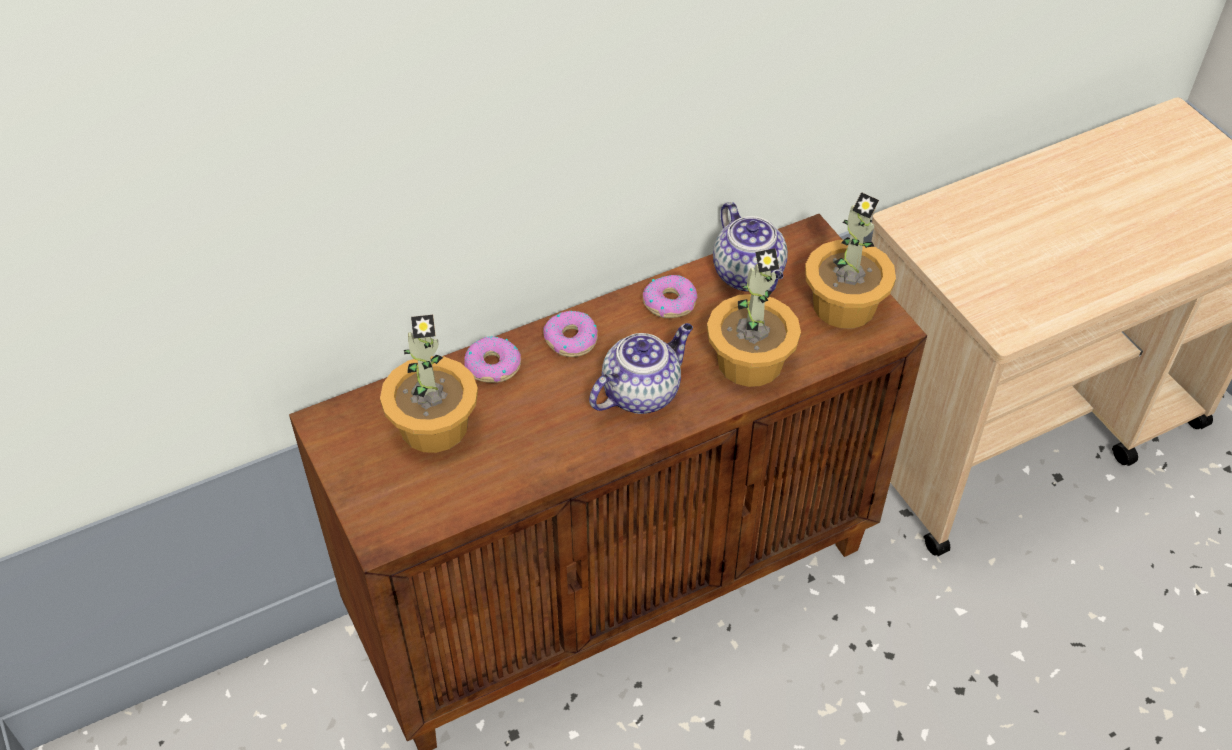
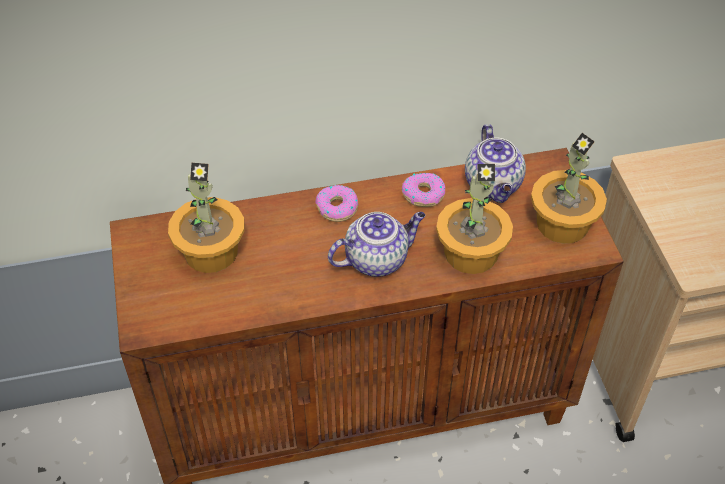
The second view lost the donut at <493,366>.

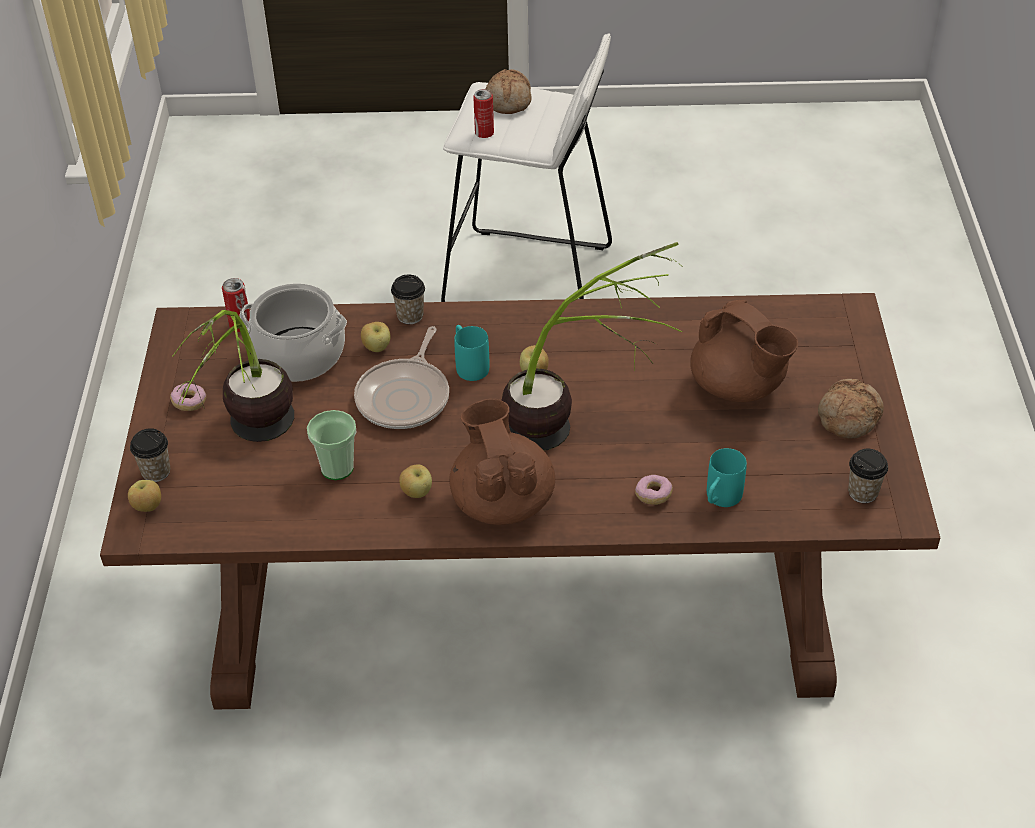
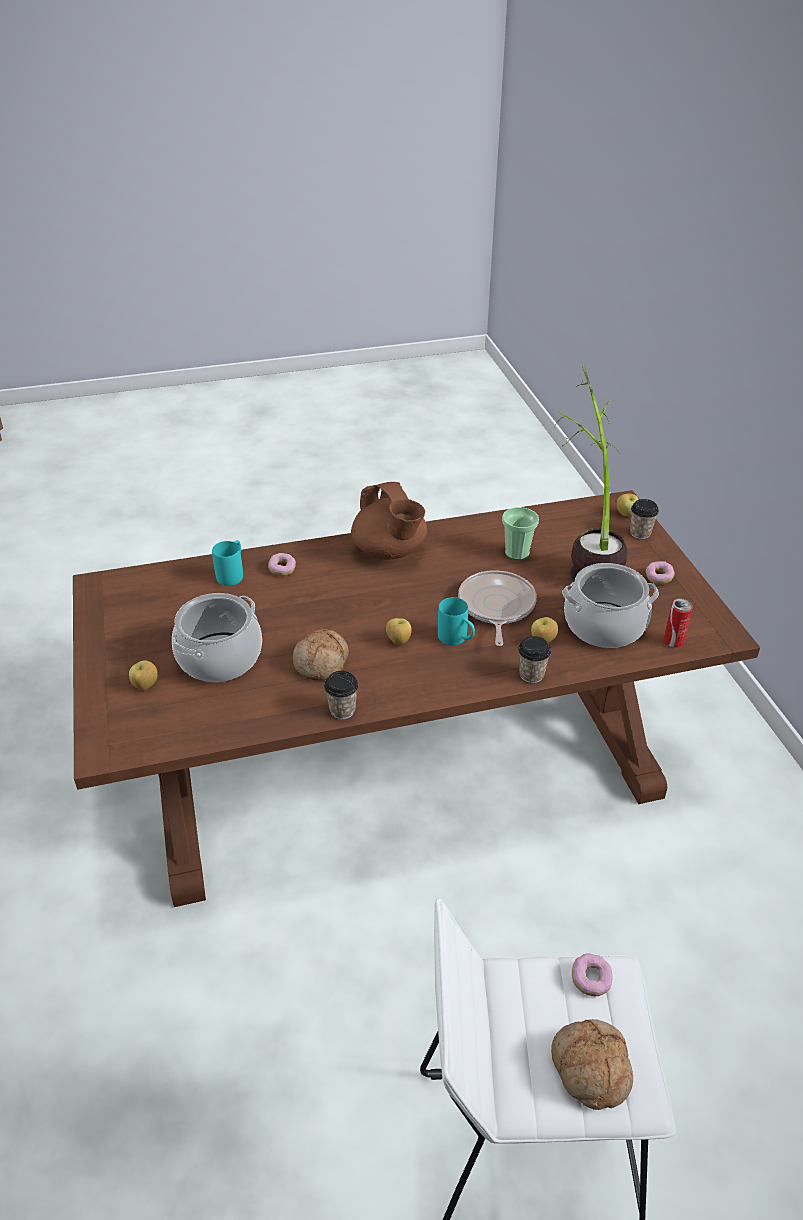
The second view lost the potted plant at <578,428>. The apple ended up elsewhere, having gone from <417,492> to <145,686>. The bread ended up elsewhere, having gone from <847,416> to <322,663>. The cup ended up elsewhere, having gone from <862,492> to <342,710>. Where the can stood at <484,133>, the donut came to stand at <590,980>. Where the brown teapot stood at <738,387>, the cooking pot came to stand at <219,657>.

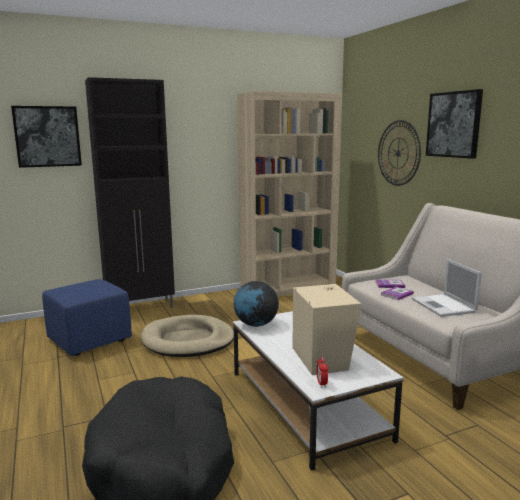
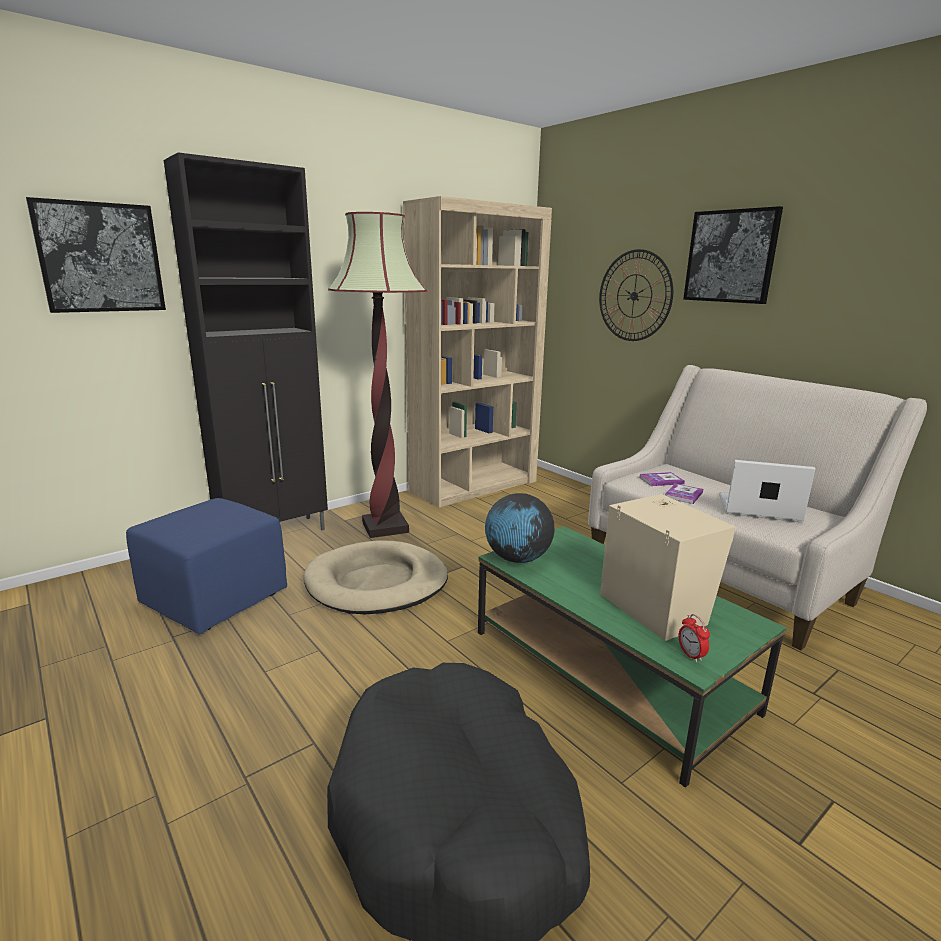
The second view gained the floor lamp at <385,527>. What was the white coffee table at <306,404> turned into the green coffee table at <608,669>. The laptop at <444,306> ended up facing another way, 135 degrees clockwise from before.

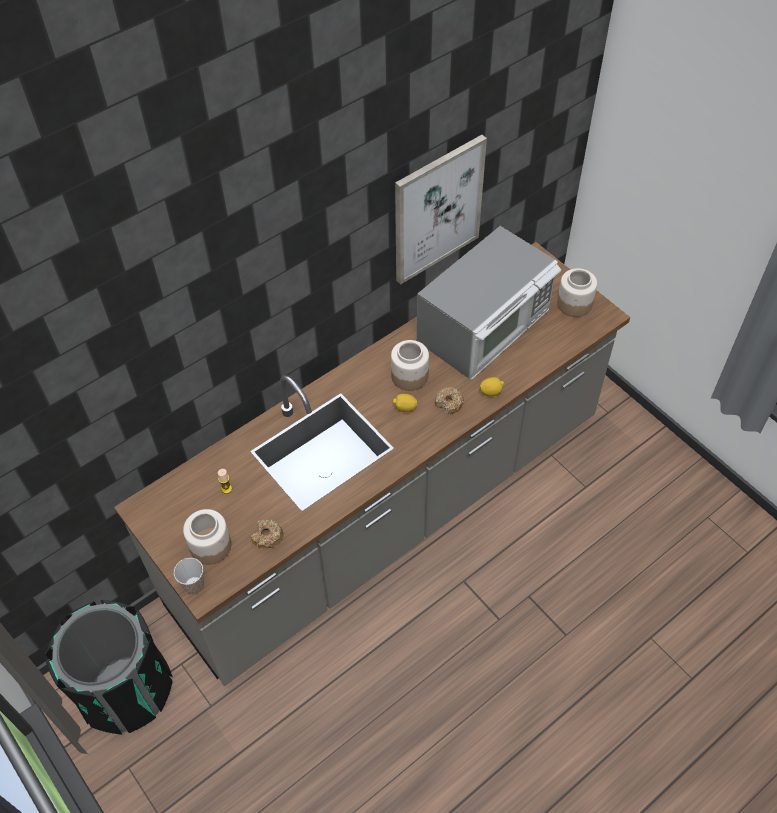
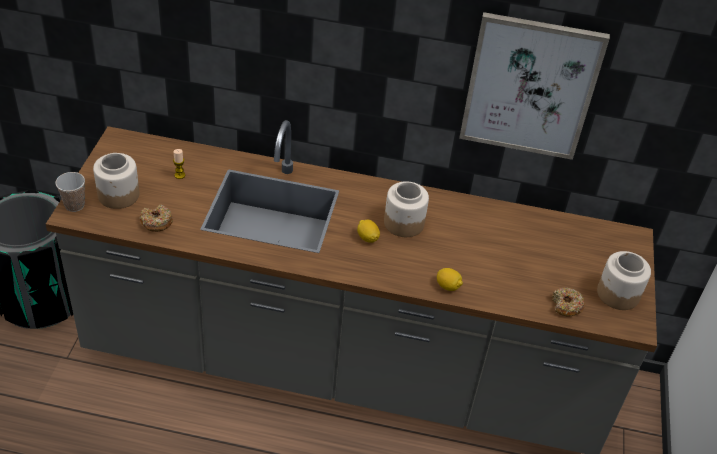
The second view lost the microwave at <485,326>. The donut ended up elsewhere, having gone from <449,403> to <566,306>.

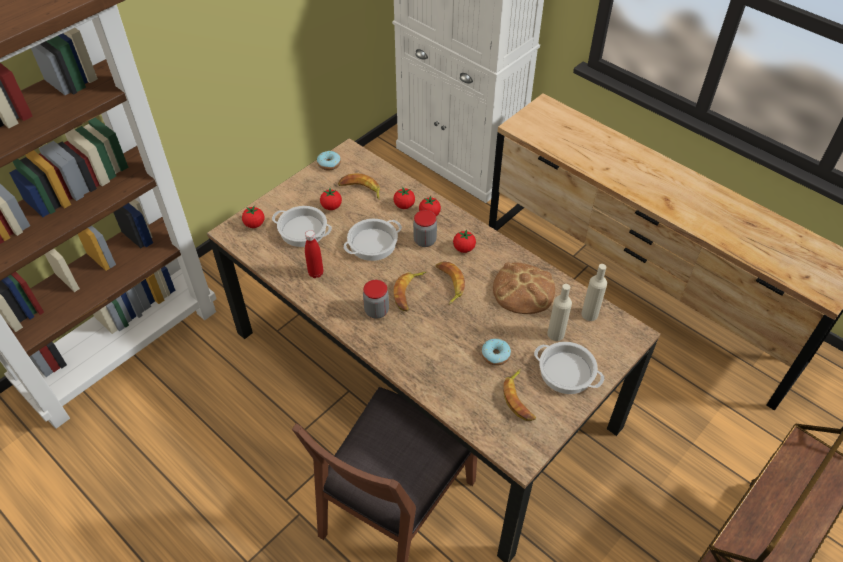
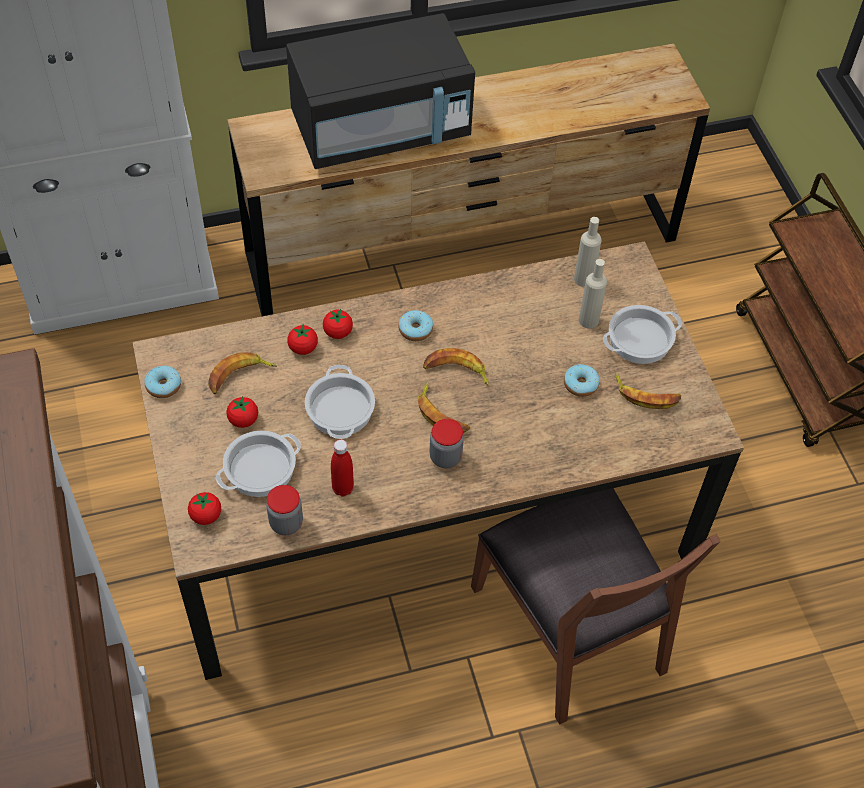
The second view lost the bread at <523,290>. The second view gained the black microwave at <381,129>. The jar ended up elsewhere, having gone from <425,240> to <286,523>. Where the tomato stood at <464,248>, the donut came to stand at <415,330>.

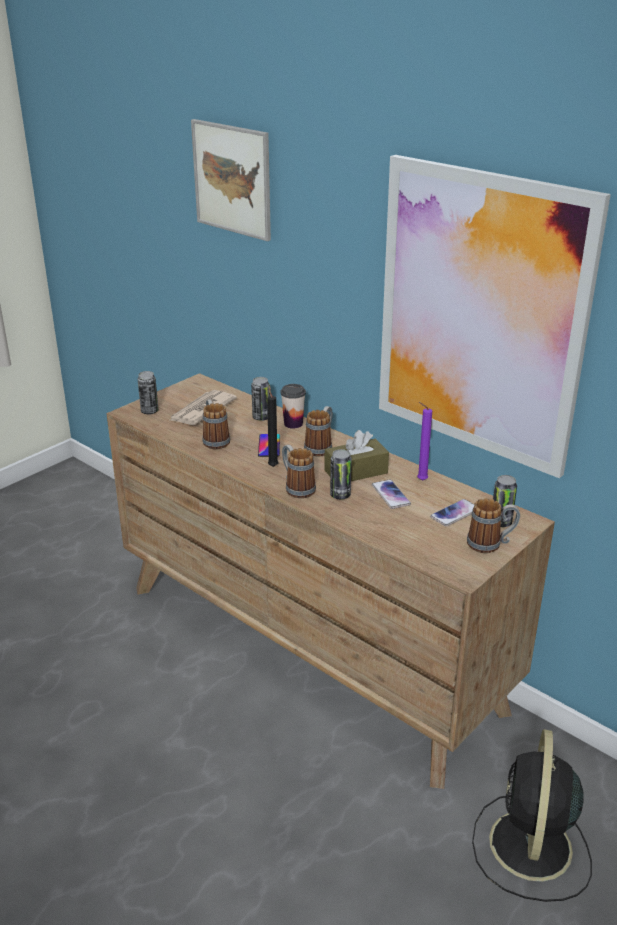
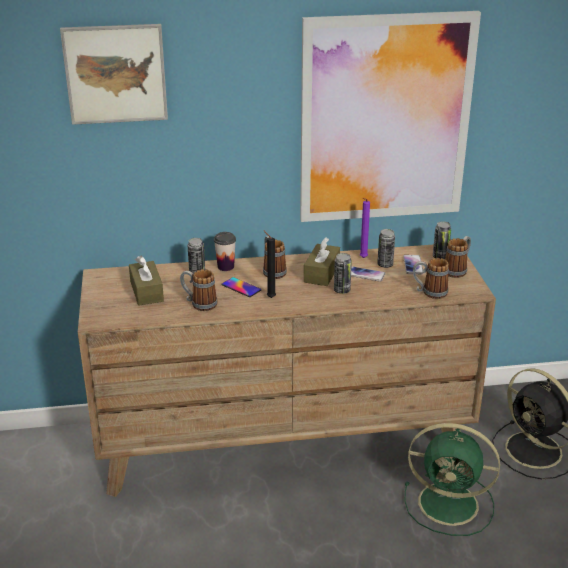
The second view gained the green fan at <451,504>. The can ended up elsewhere, having gone from <149,411> to <385,265>. The mug ended up elsewhere, having gone from <296,487> to <429,292>. Where the newspaper stood at <201,411>, the brown tissue box came to stand at <146,291>.

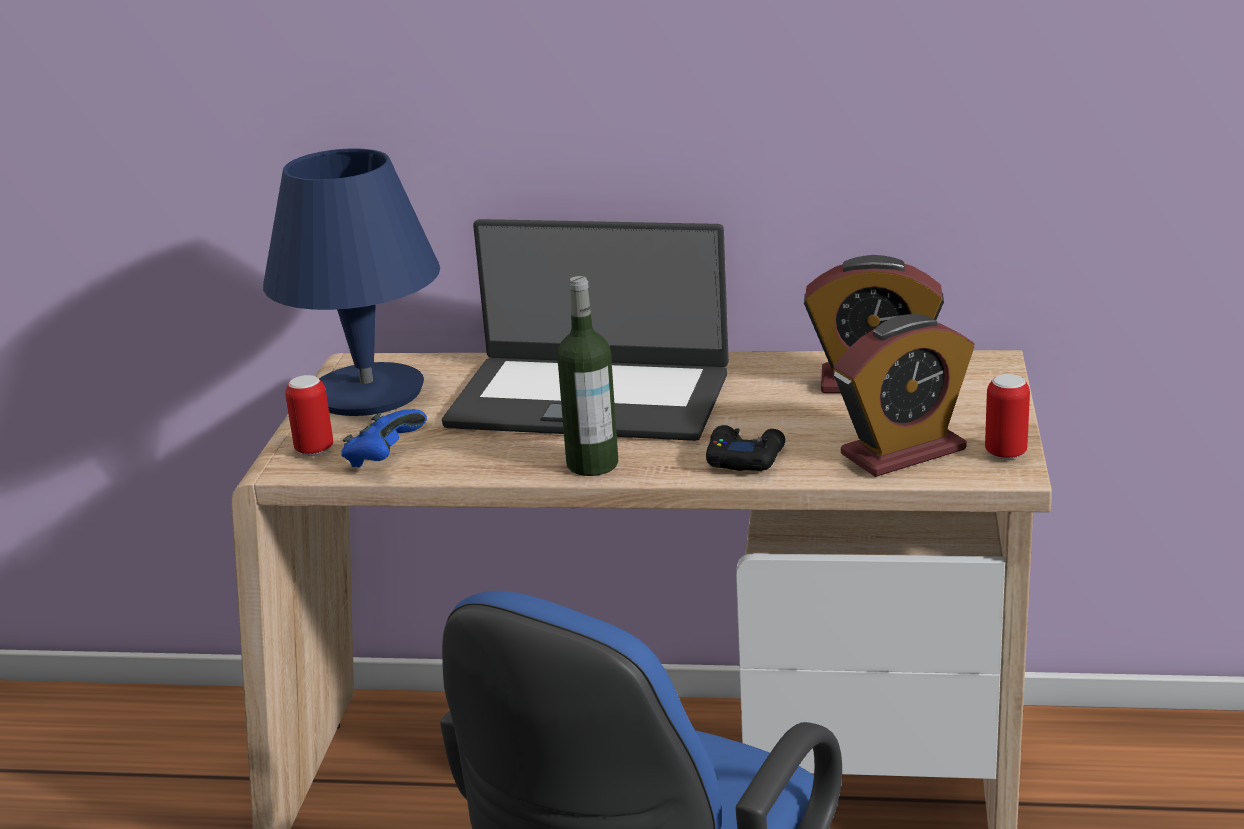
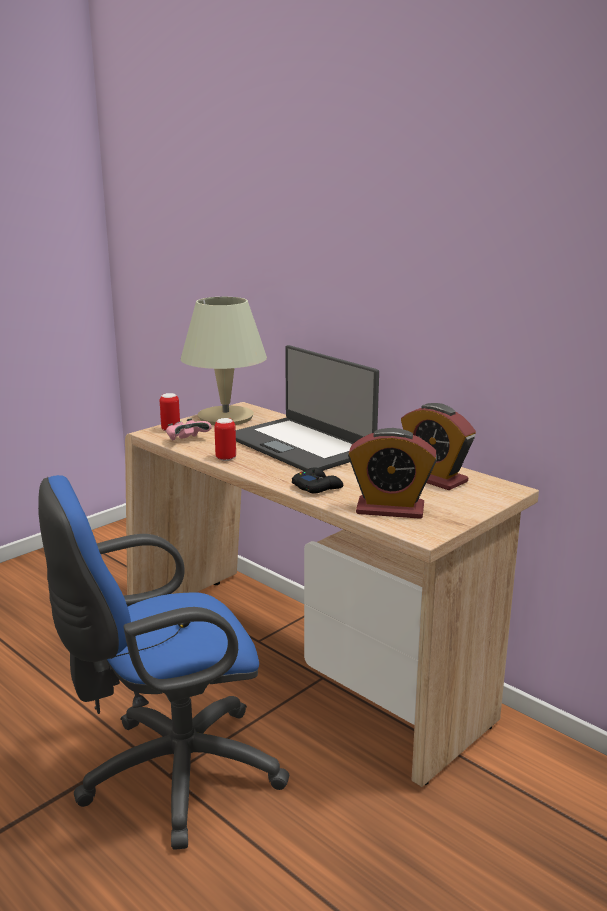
The second view lost the bottle at <592,464>. The can ended up elsewhere, having gone from <1005,453> to <226,458>. What was the blue table lamp at <367,393> turned into the beige table lamp at <225,417>. What was the blue game controller at <384,458> turned into the pink game controller at <187,440>.

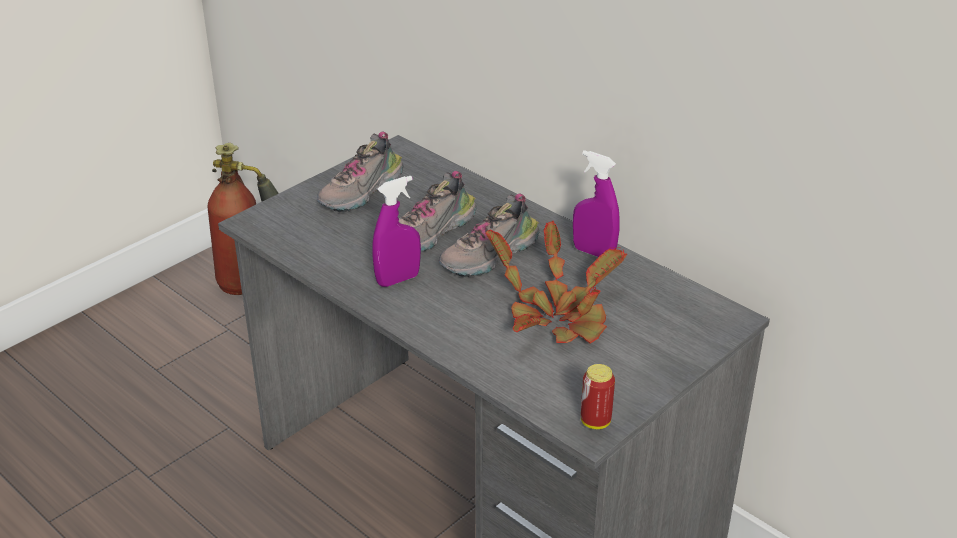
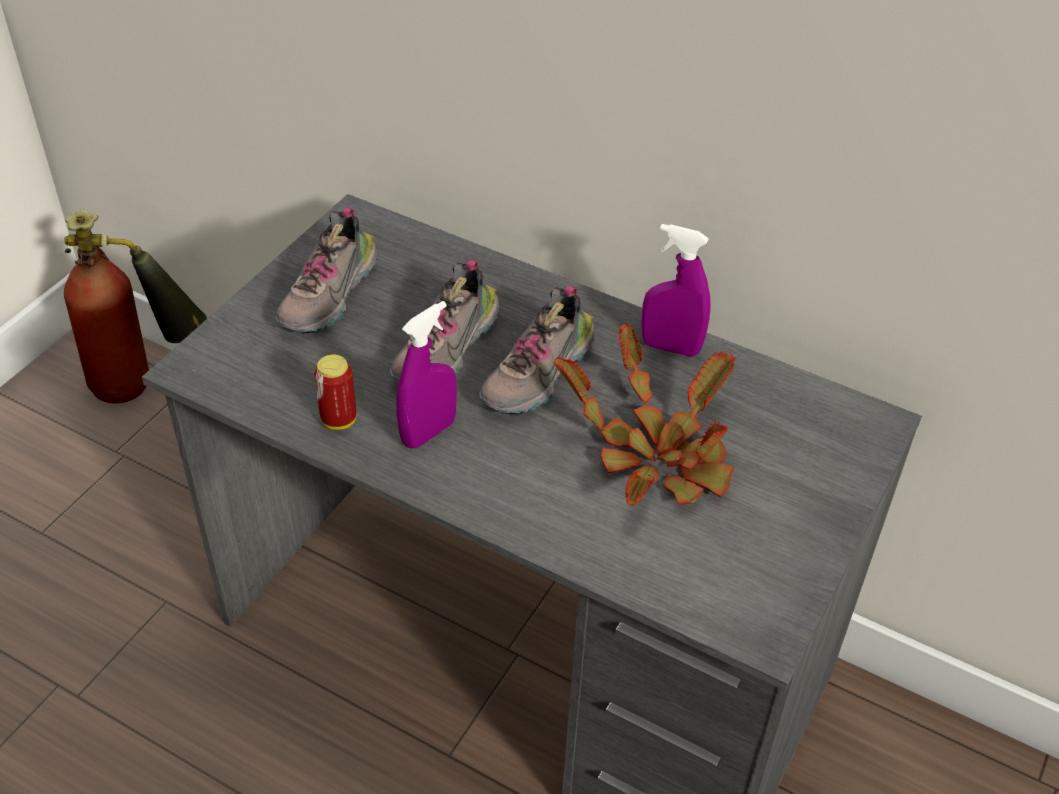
The can ended up elsewhere, having gone from <595,422> to <338,420>.

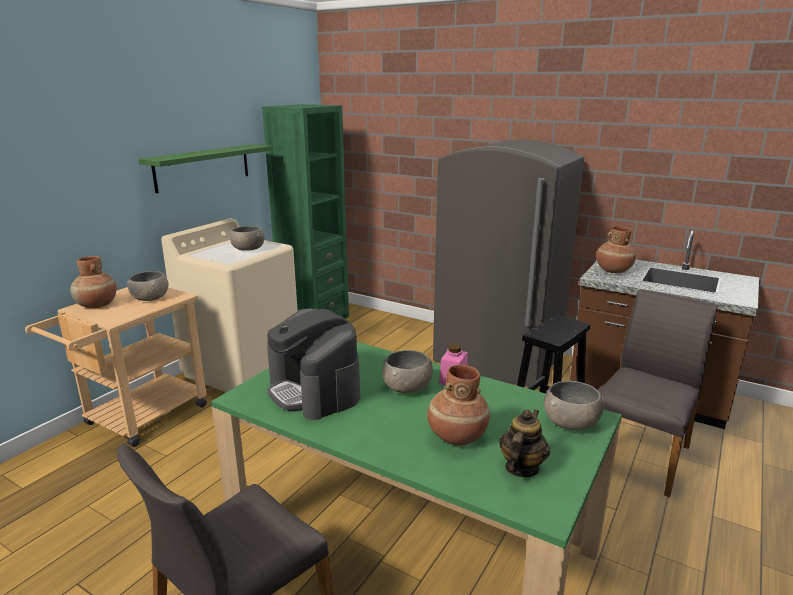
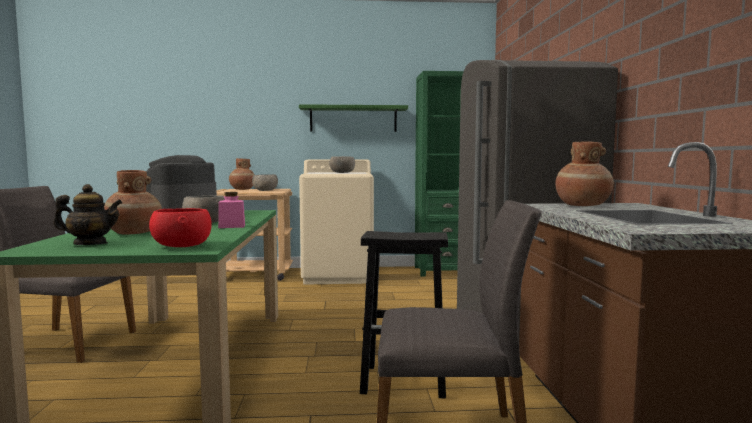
What was the grey bowl at <571,423> turned into the red bowl at <181,246>.

